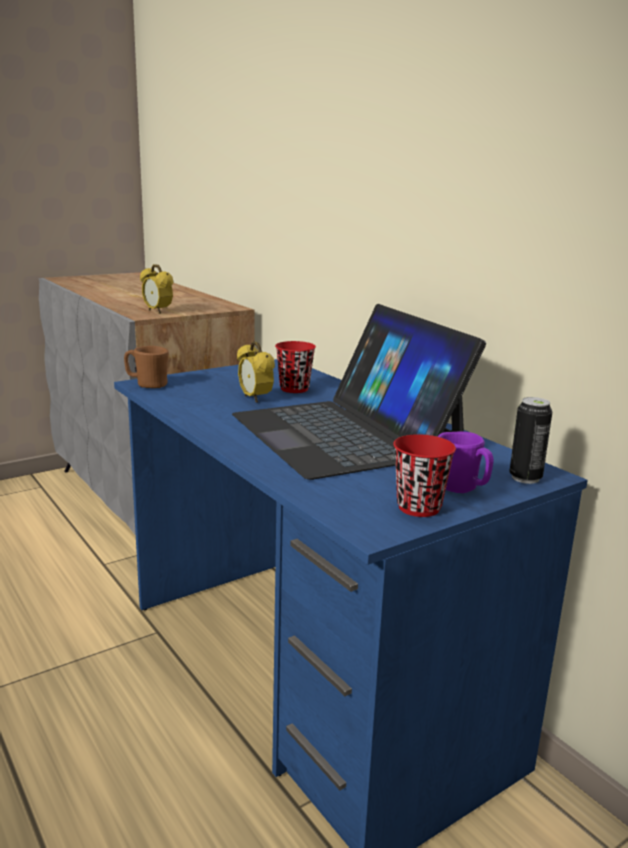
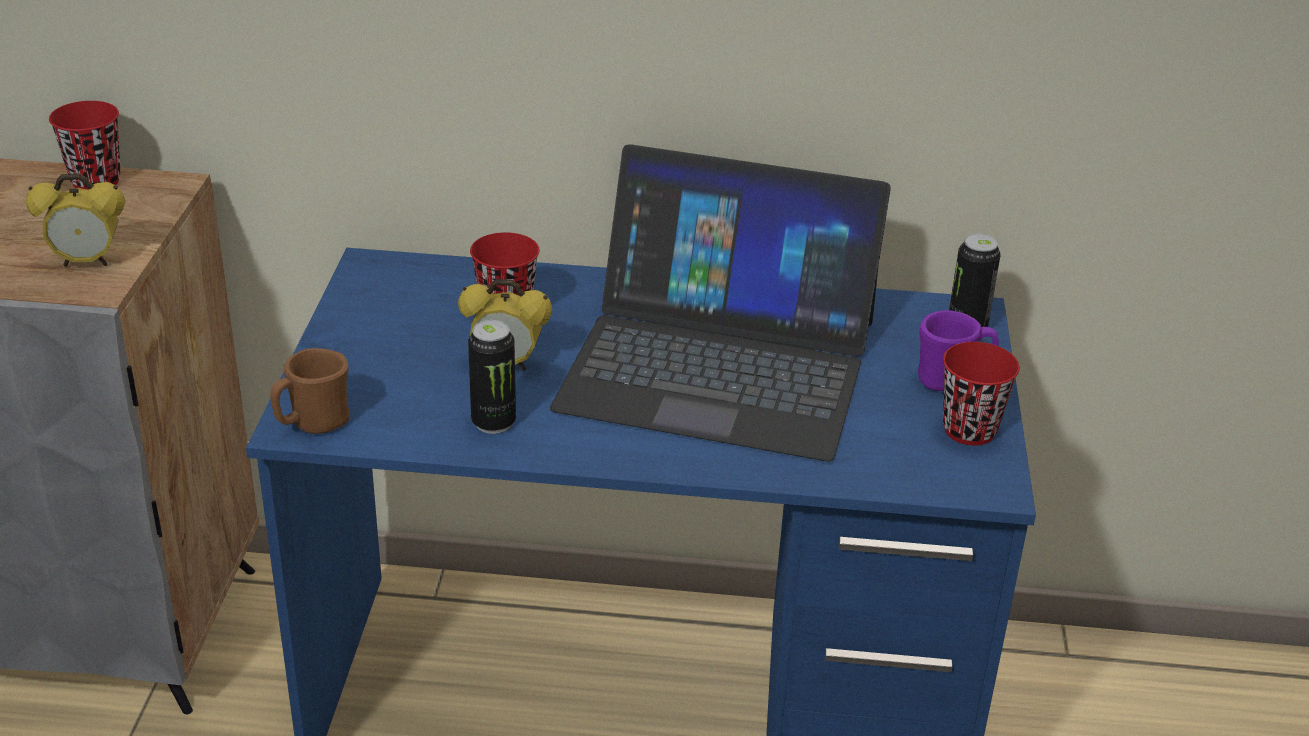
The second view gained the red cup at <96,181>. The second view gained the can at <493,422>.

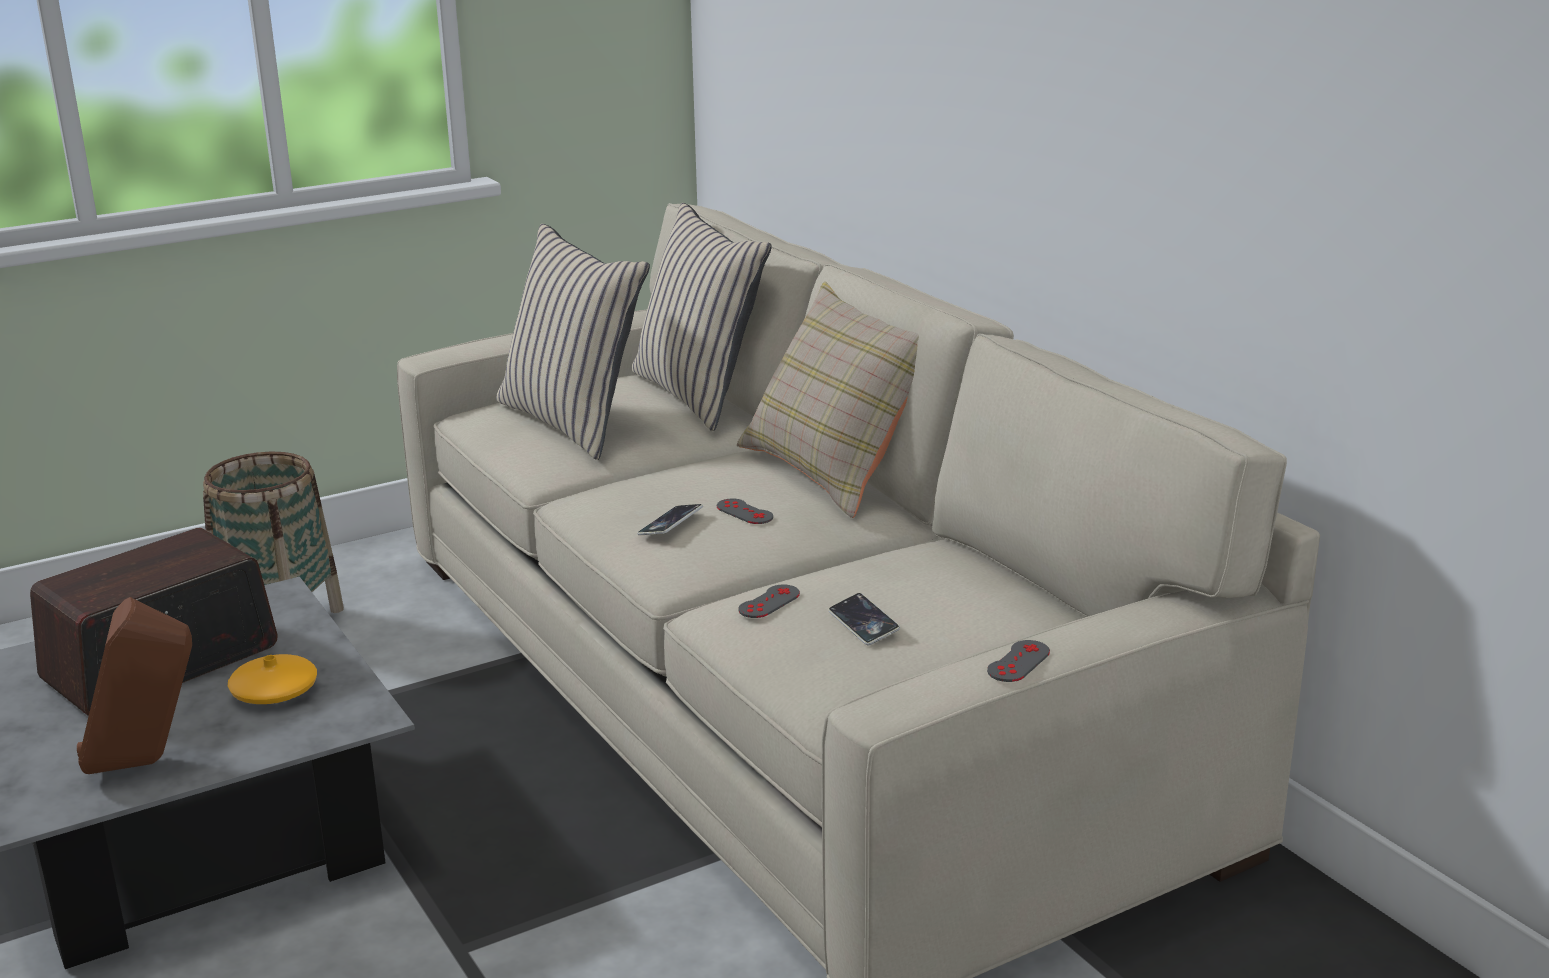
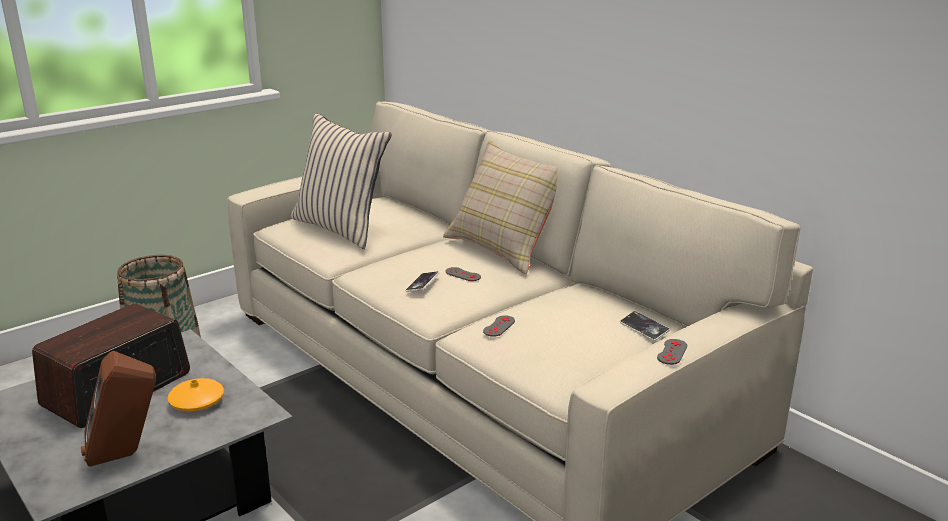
The second view lost the beige pillow at <699,395>. The phone ended up elsewhere, having gone from <863,624> to <644,329>.

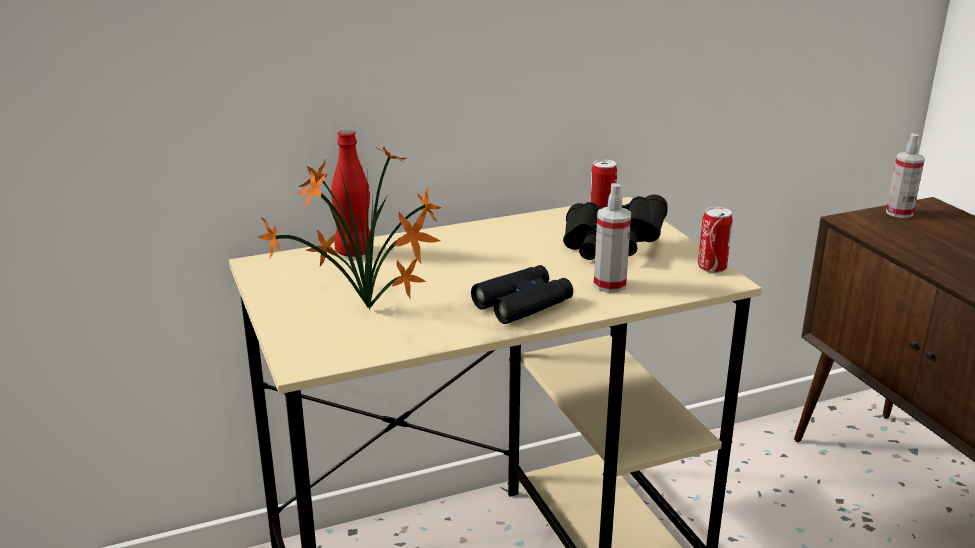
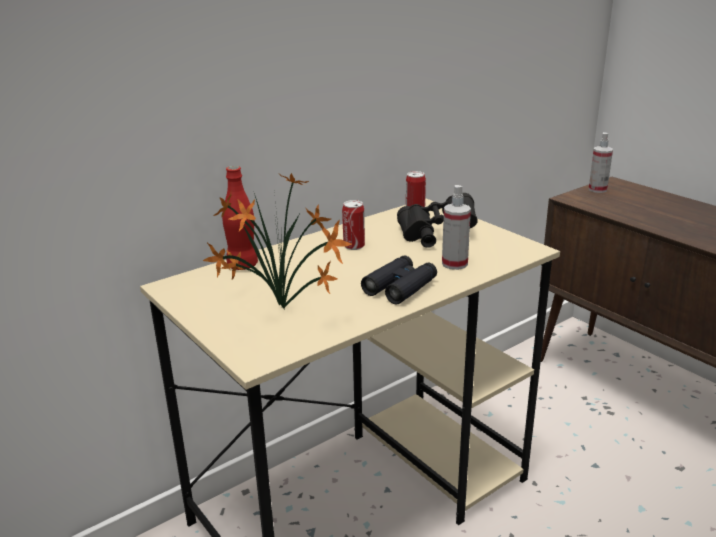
The can ended up elsewhere, having gone from <712,267> to <354,246>.

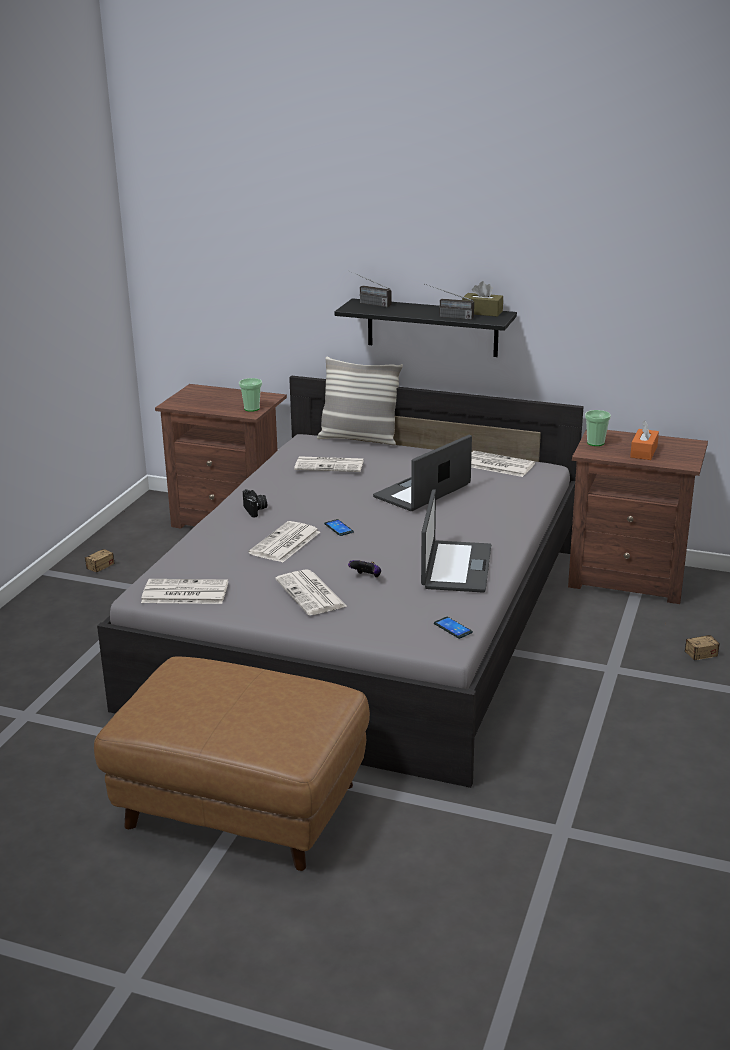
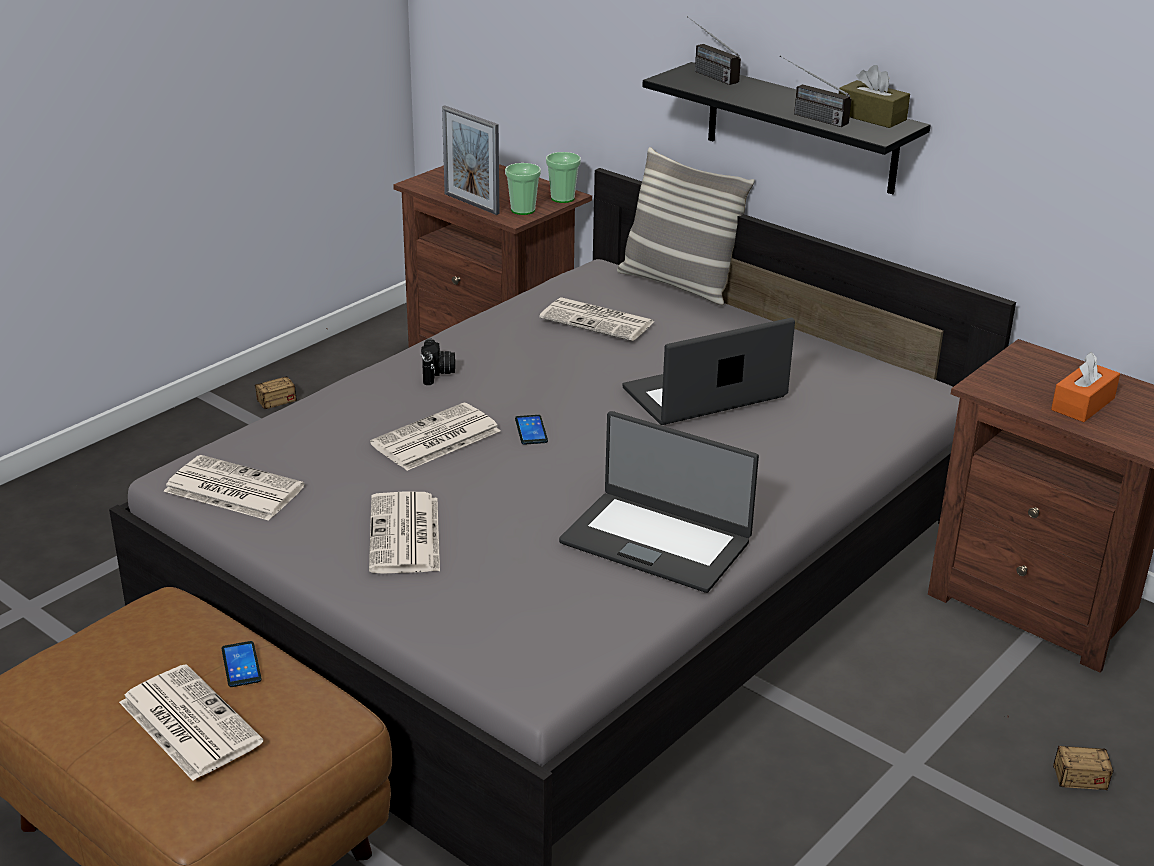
The second view lost the game controller at <366,577>. The second view gained the picture frame at <471,204>. The phone ended up elsewhere, having gone from <453,628> to <241,665>. The newspaper ended up elsewhere, having gone from <497,465> to <187,722>. The cup ended up elsewhere, having gone from <595,443> to <562,198>. The laptop at <455,567> ended up facing another way, 90 degrees clockwise from before.

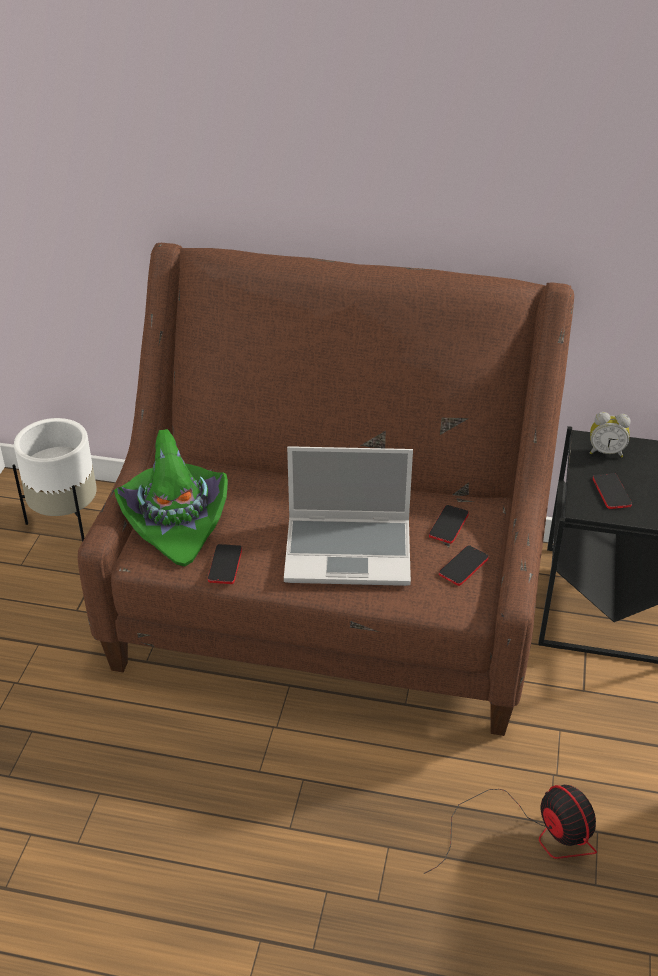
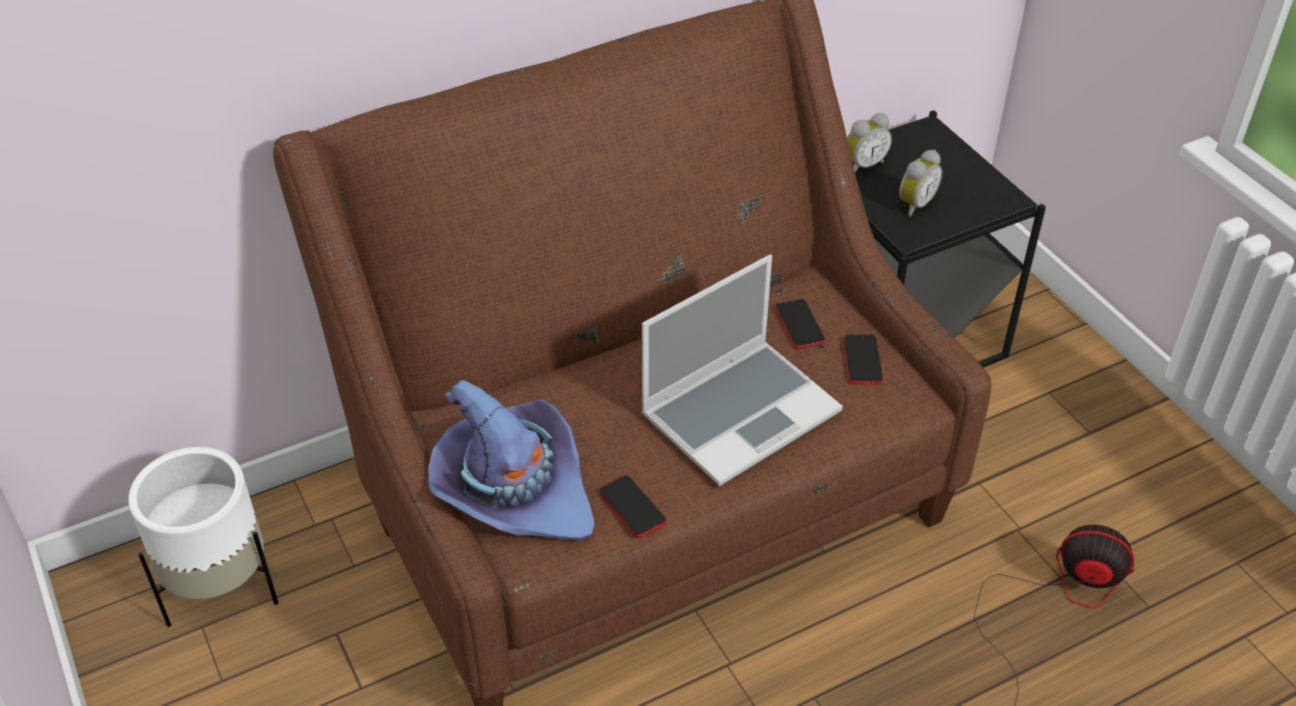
Where the phone stood at <611,492>, the alarm clock came to stand at <914,204>. What was the green hat at <176,519> turned into the purple hat at <513,489>.

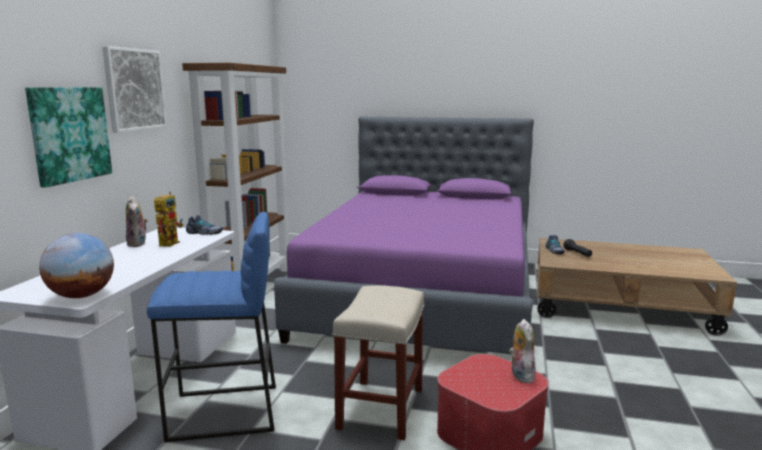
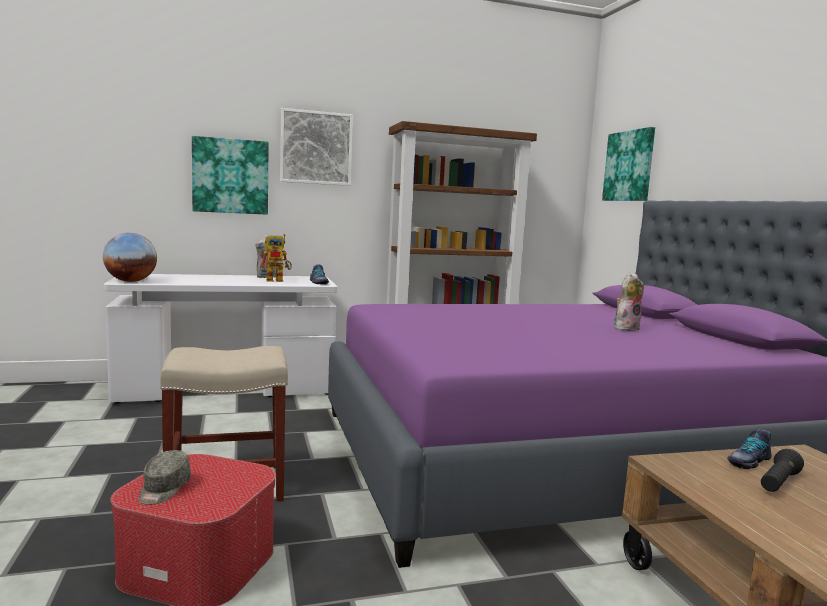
The second view lost the blue stool at <224,413>. The second view gained the grey cap at <164,489>. The second view gained the picture at <629,166>. The plush toy ended up elsewhere, having gone from <520,375> to <626,328>.

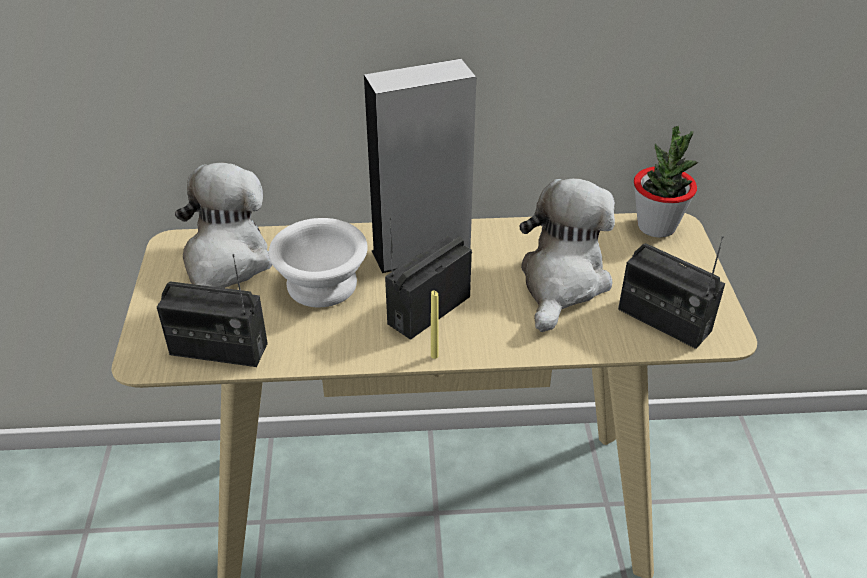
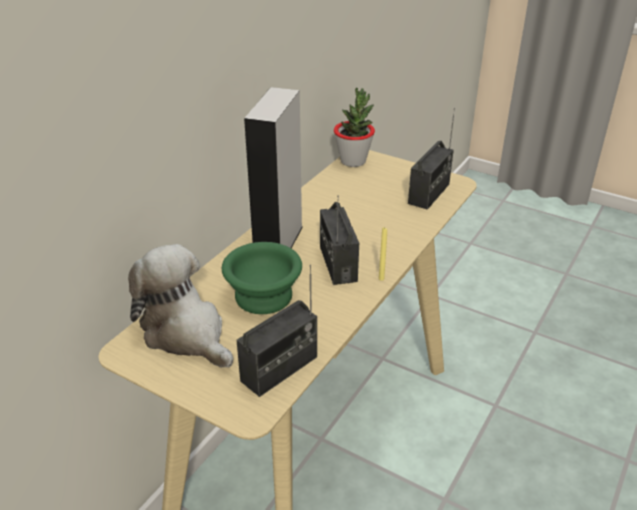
The second view lost the plush toy at <562,282>. What was the white bowl at <320,286> turned into the green bowl at <264,298>. The radio at <664,320> ended up facing another way, 45 degrees counterclockwise from before.

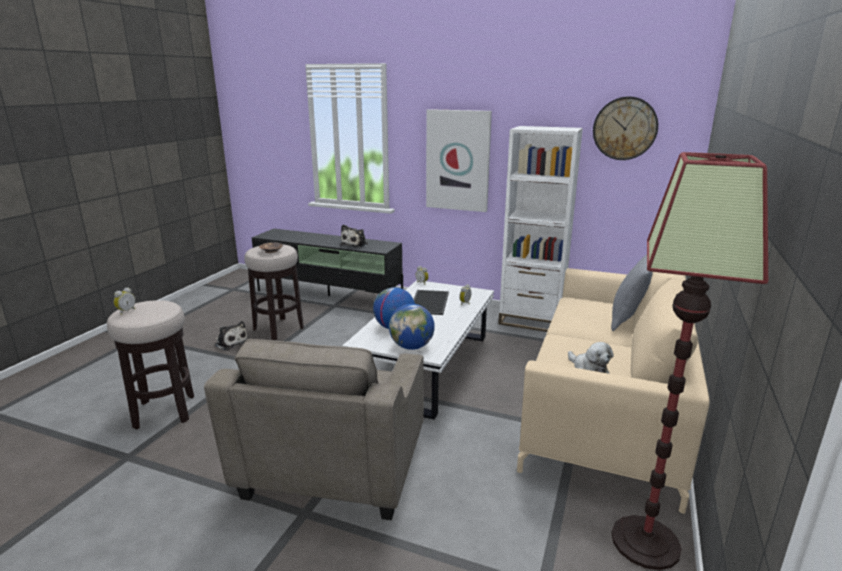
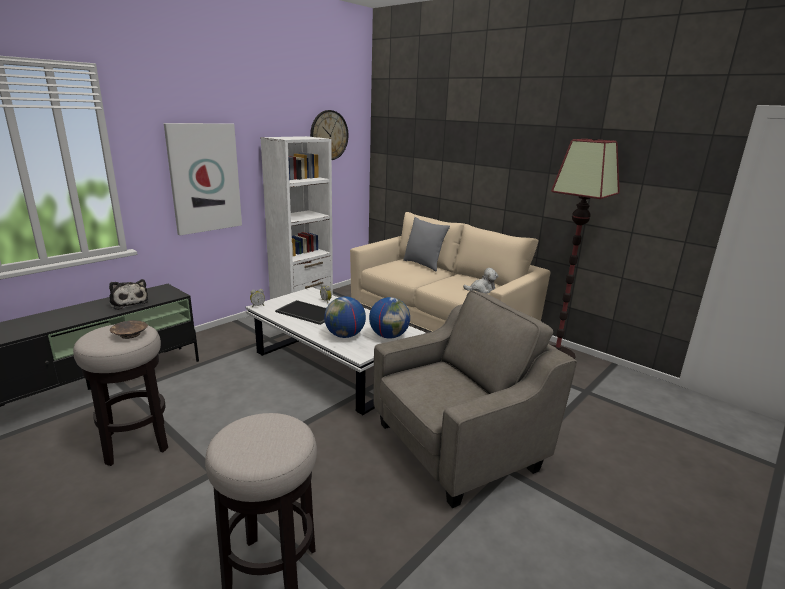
The second view lost the alarm clock at <126,311>. The second view lost the plush toy at <230,342>. The grey armchair at <332,470> ended up facing another way, 60 degrees counterclockwise from before.

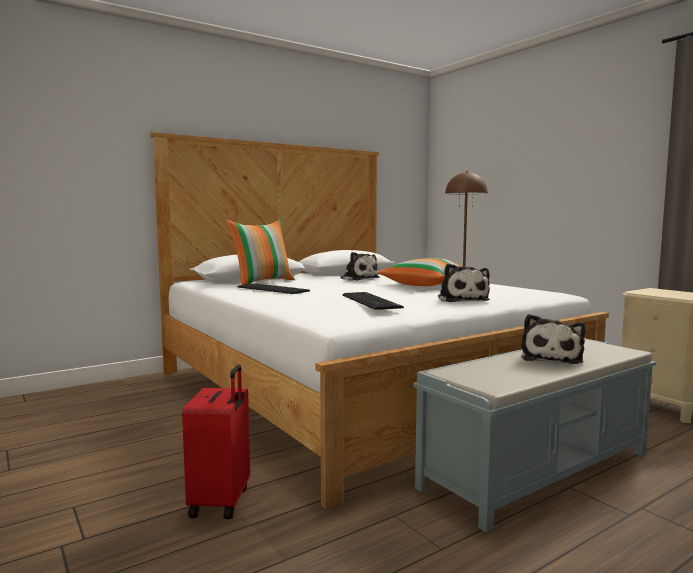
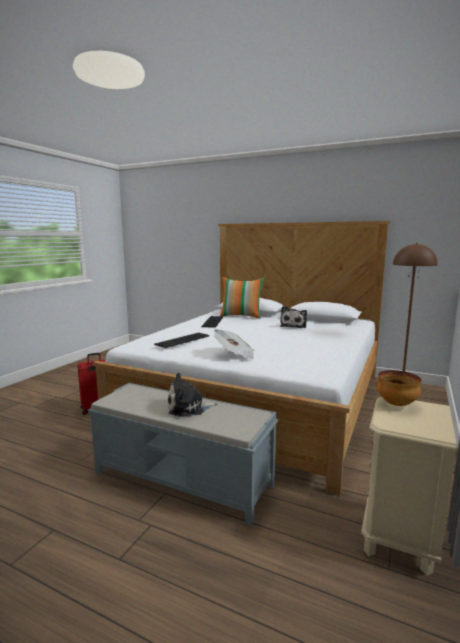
The second view lost the pillow at <424,284>. The second view gained the bowl at <397,404>. Where the plush toy stood at <462,300>, the newspaper came to stand at <235,355>.

